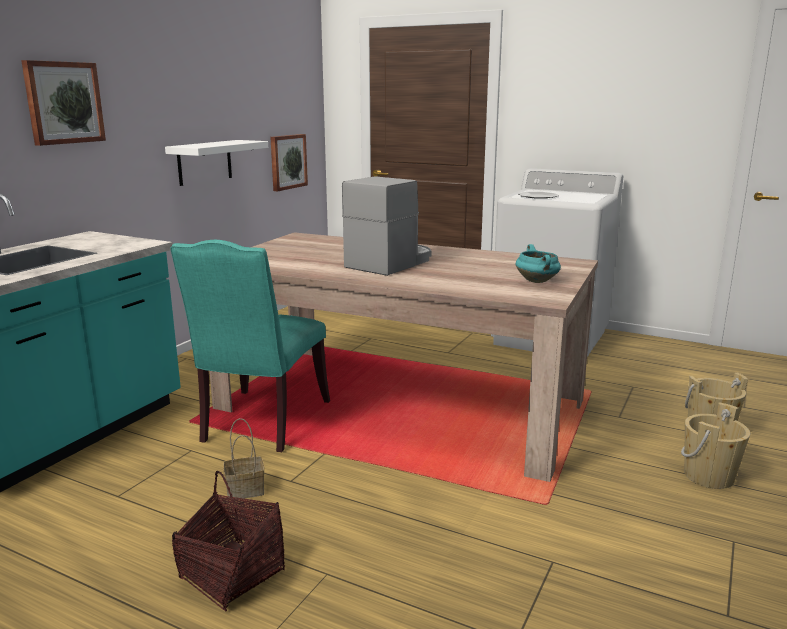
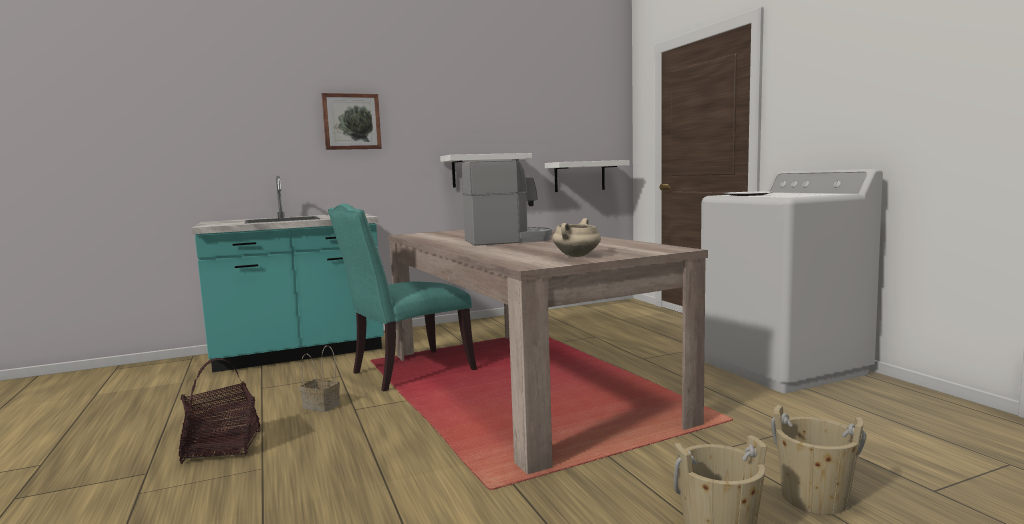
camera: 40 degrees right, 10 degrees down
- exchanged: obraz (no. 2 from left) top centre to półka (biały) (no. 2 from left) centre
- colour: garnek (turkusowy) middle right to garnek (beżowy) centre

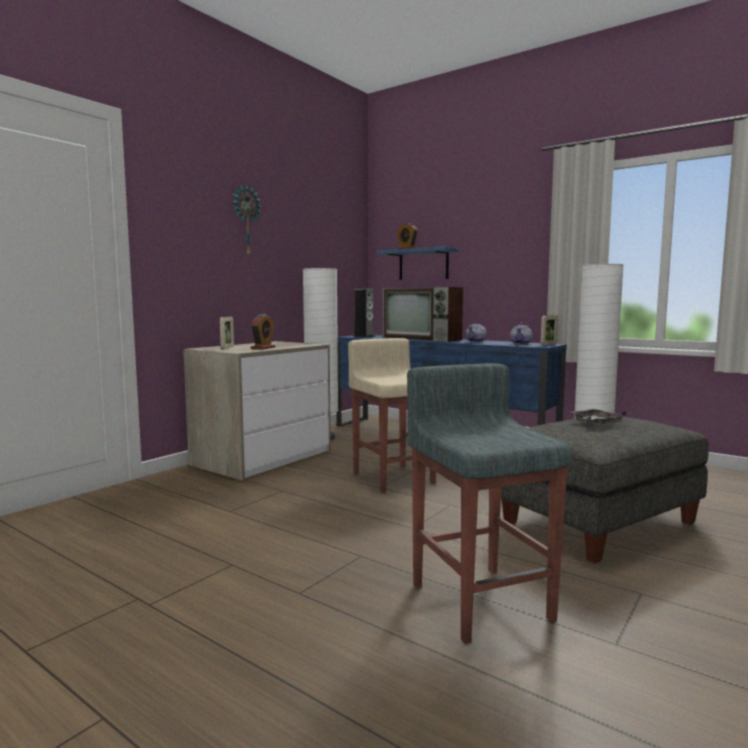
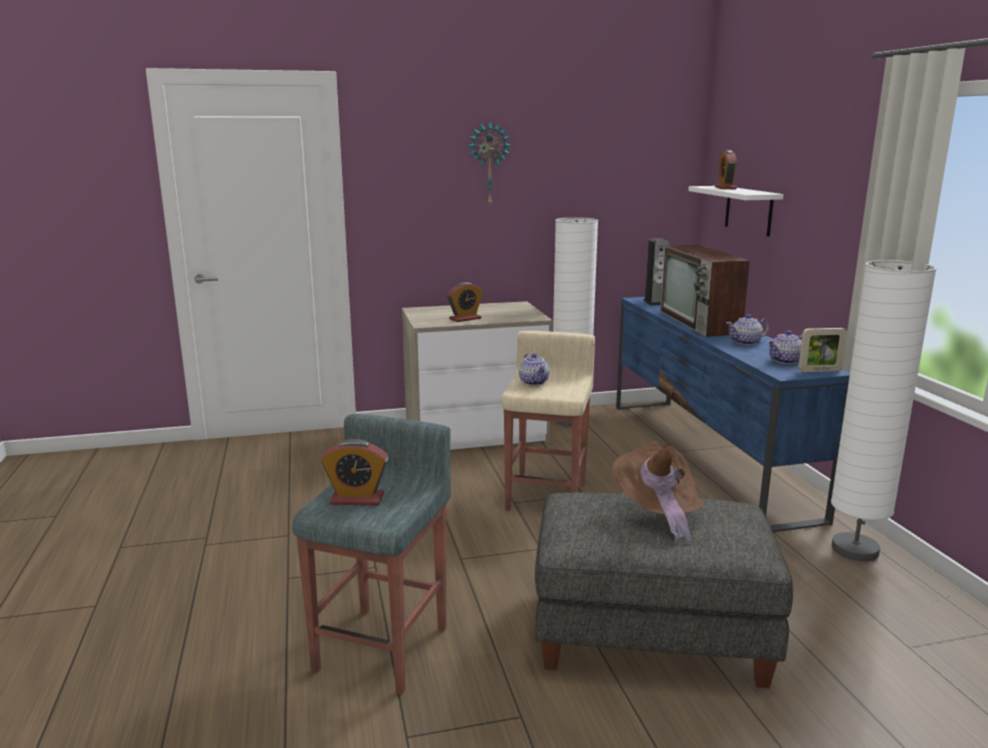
camera: 40 degrees right, 10 degrees up
- appeared: budzik (no. 1 from left) centre
- appeared: imbryk (no. 1 from left) centre
- exchanged: taca (szary) middle right to kapelusz (brązowy) centre
- colour: półka (niebieski) centre to półka (biały) top right
- missing: ramka na zdjęcie (no. 1 from left) middle left

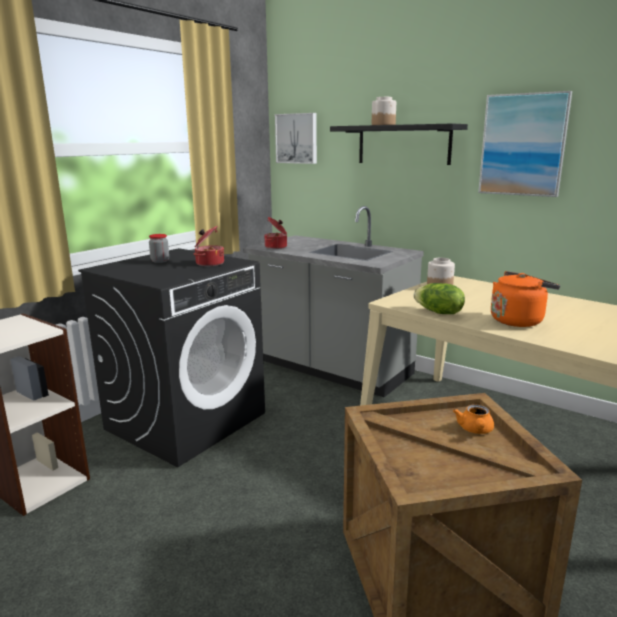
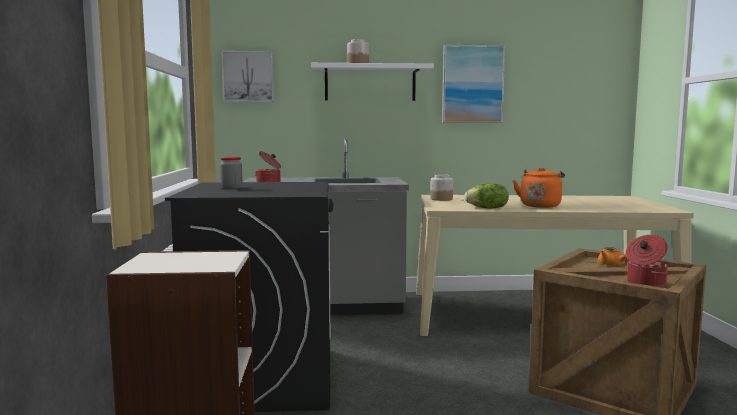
camera: 40 degrees left, 10 degrees down
- colour: półka (czarny) top centre to półka (biały) top centre
- relocated: garnek (no. 1 from left in the first image) centre to garnek (no. 2 from left) middle right

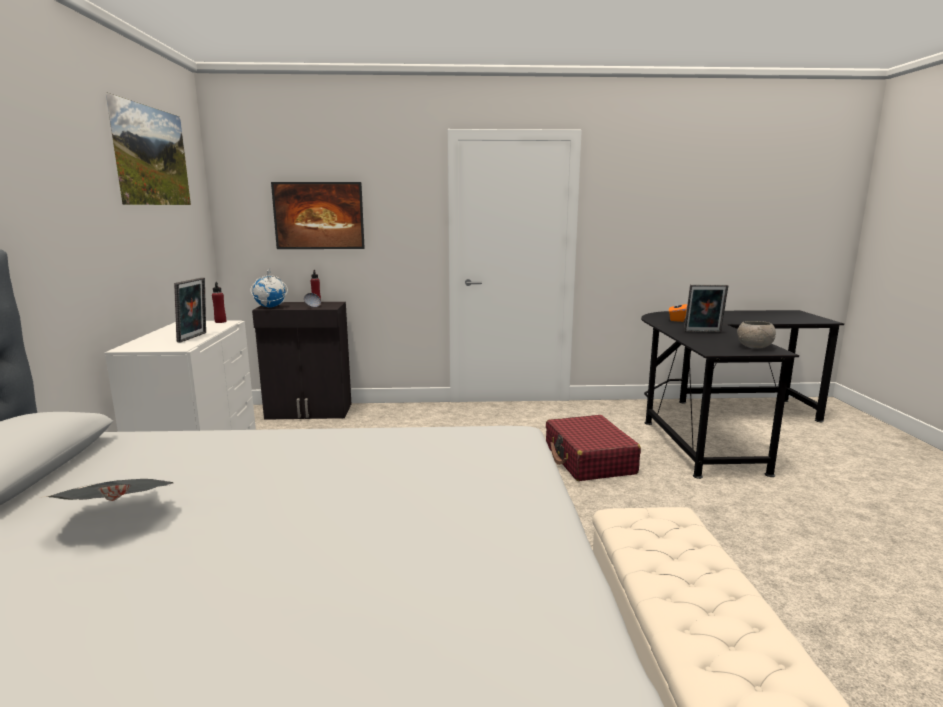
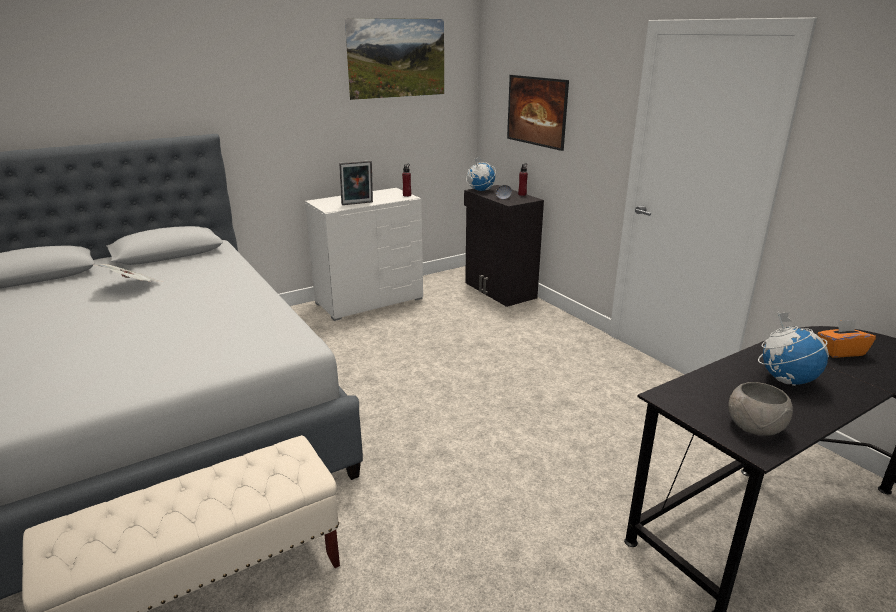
camera: 60 degrees right, 10 degrees up
- exchanged: ramka na zdjęcie (no. 2 from left) middle right to globus (no. 2 from left) middle right
- missing: walizka (czerwony) centre

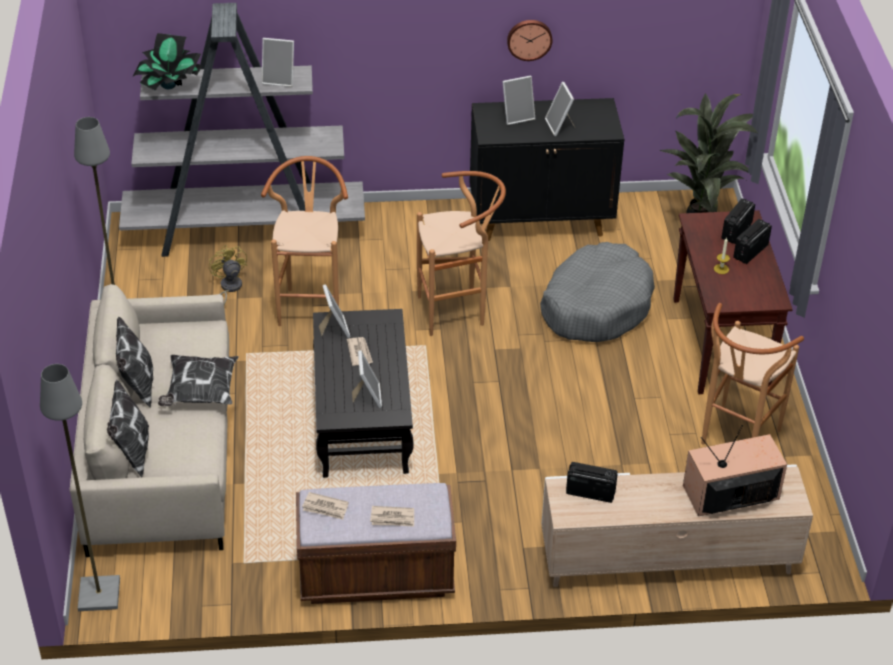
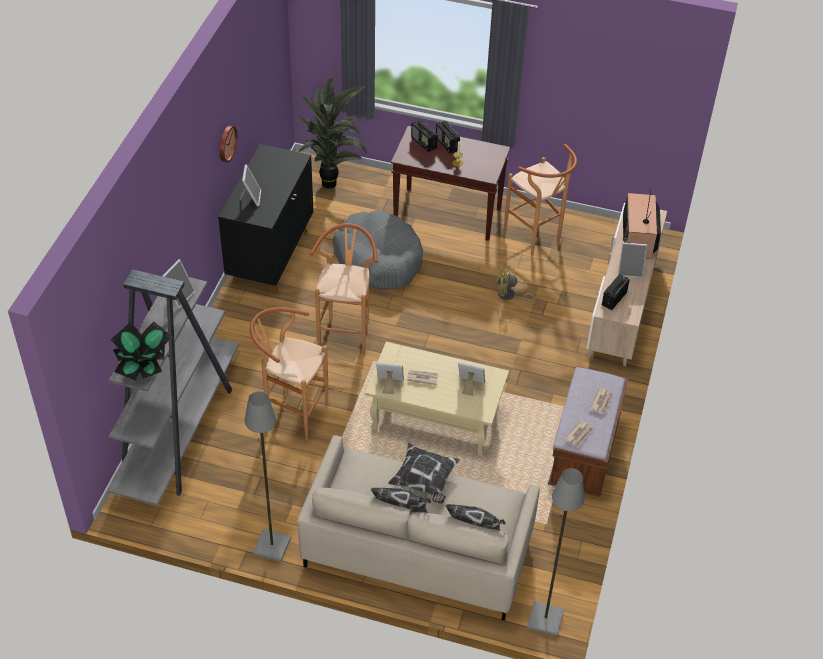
camera: 70 degrees left, 5 degrees up
- colour: ława (czarny) centre to ława (beżowy) centre
- relocated: wentylator (żółty) middle left to centre
- relocated: ramka na zdjęcie (no. 5 from left) top centre to middle right

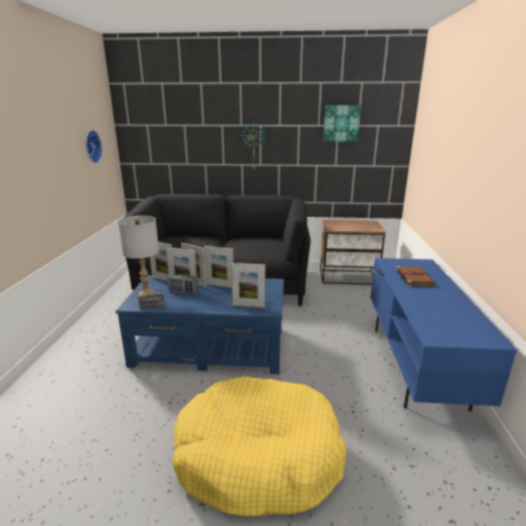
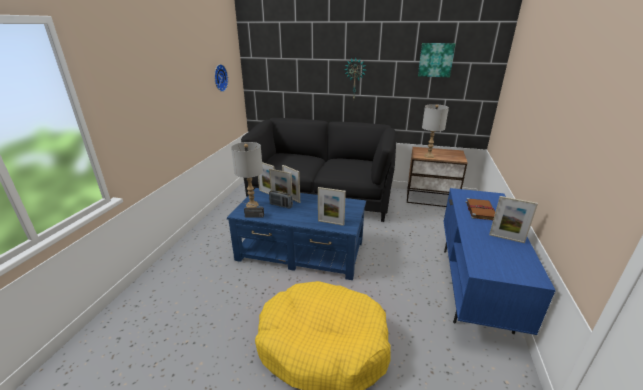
camera: 10 degrees right, 5 degrees up
- appeared: lampa stołowa (szary) (no. 2 from left) middle right
- relocated: ramka na zdjęcie (no. 4 from left in the first image) centre to ramka na zdjęcie (no. 5 from left) middle right

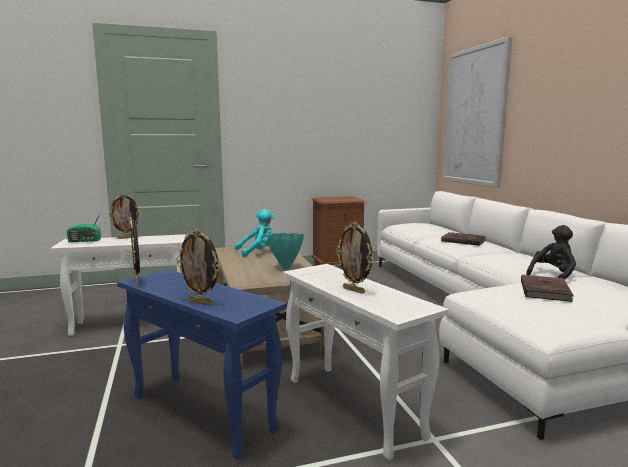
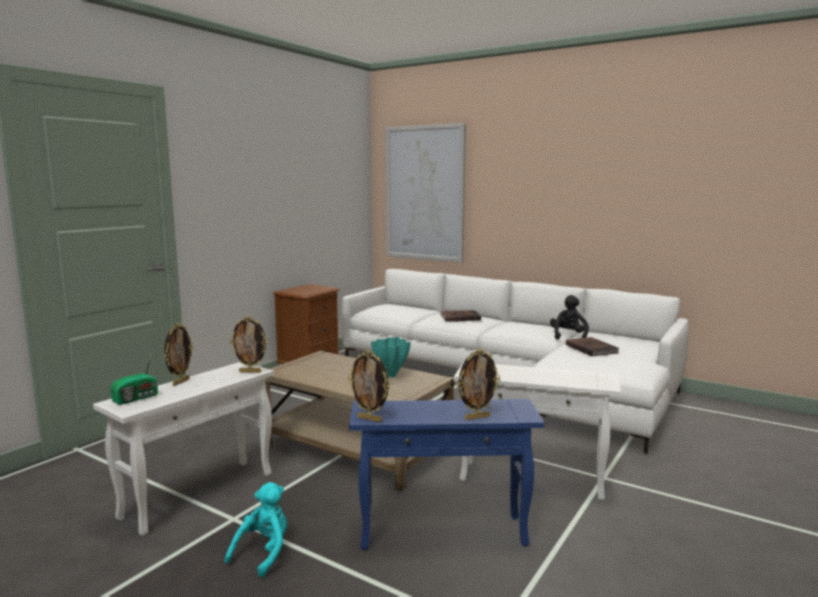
camera: 40 degrees left, 0 degrees up
- relocated: pluszak (turkusowy) centre to bottom left
- relocated: ramka na zdjęcie (no. 4 from left in the first image) centre to ramka na zdjęcie (no. 2 from left) middle left

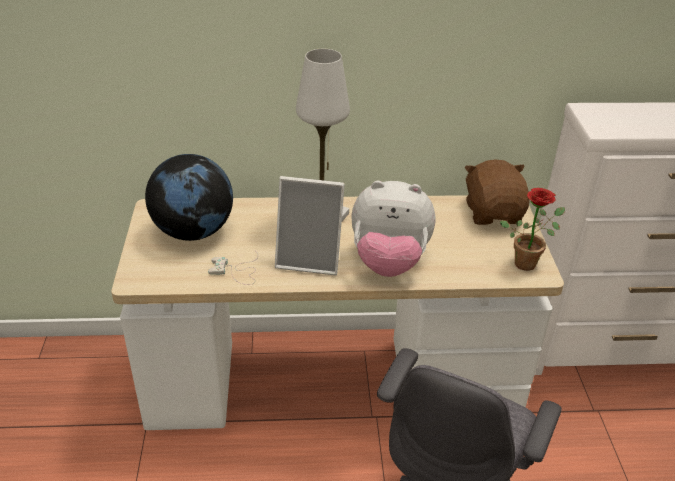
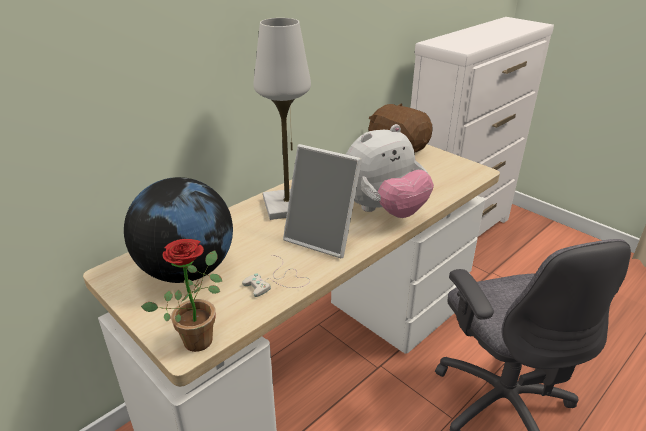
camera: 40 degrees left, 5 degrees down
- relocated: roślina doniczkowa middle right to bottom left
- spun: ramka na zdjęcie centre = centre 60 degrees clockwise

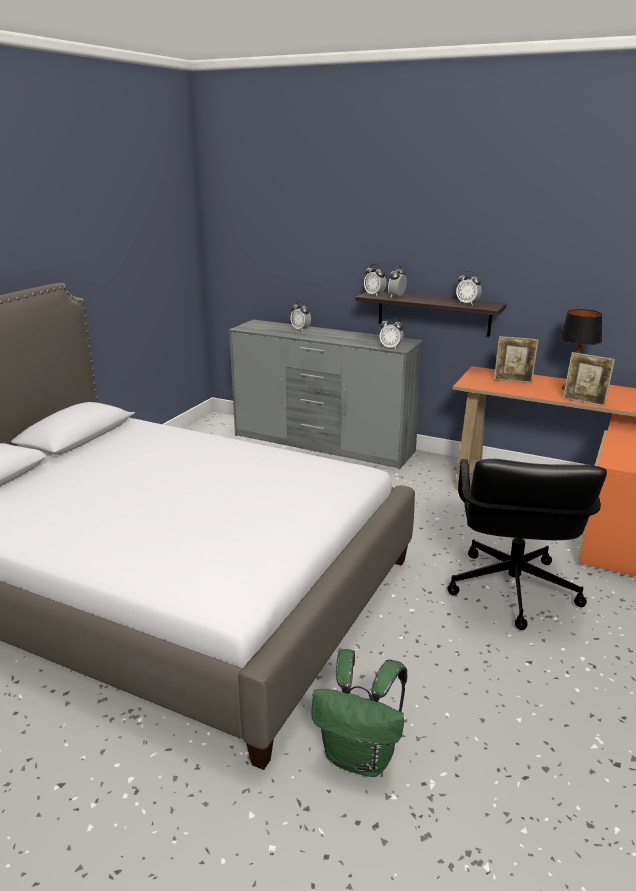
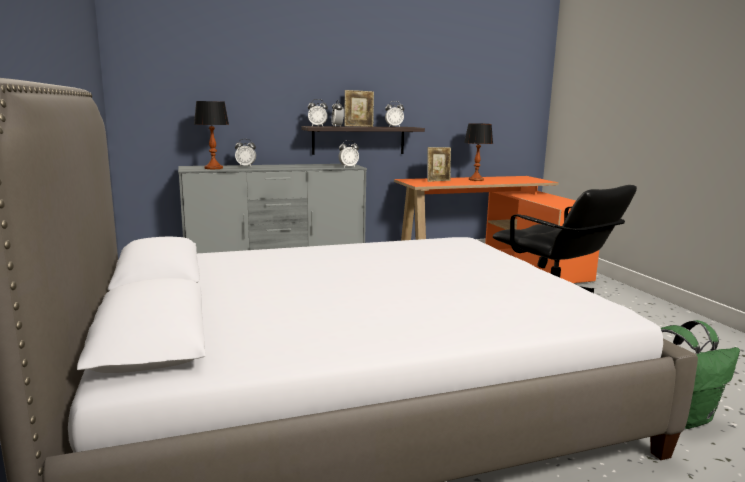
camera: 45 degrees left, 10 degrees down
- appeared: lampa stołowa (no. 1 from left) top left
- relocated: ramka na zdjęcie (no. 2 from left in the first image) middle right to ramka na zdjęcie (no. 1 from left) top centre

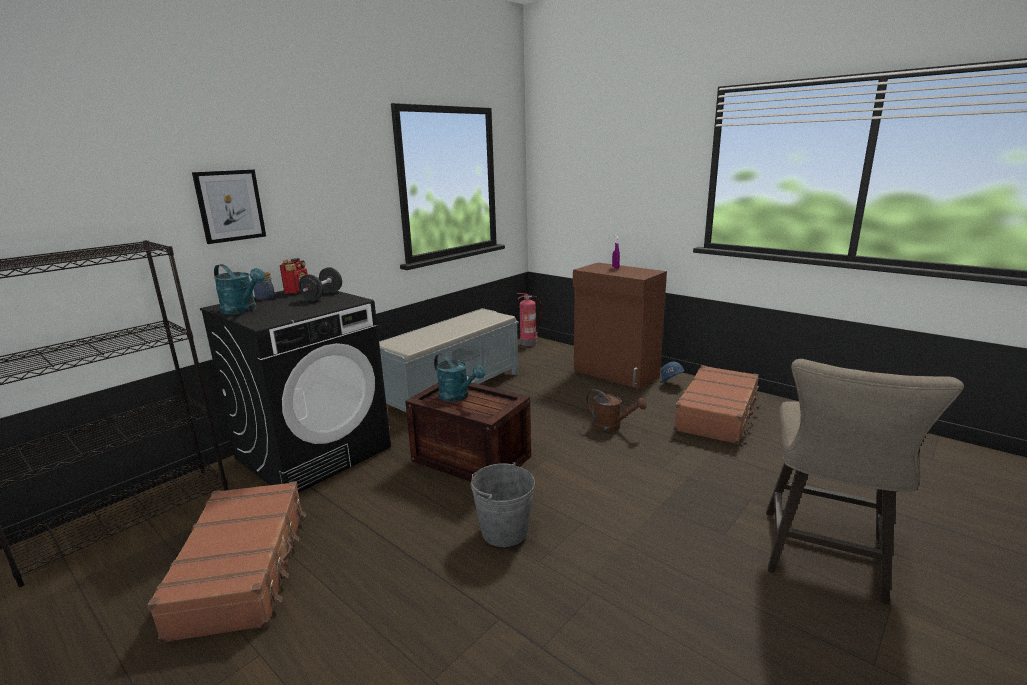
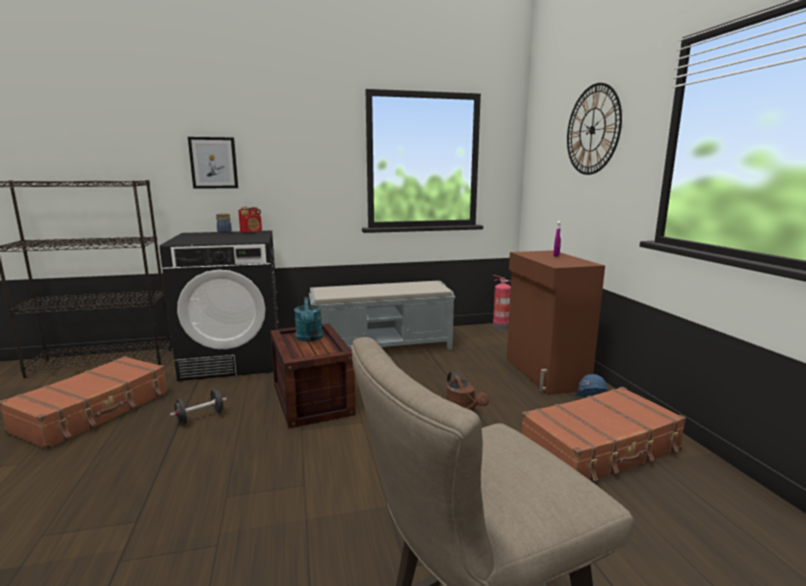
camera: 35 degrees right, 5 degrees down
- relocated: hantel (czarny) middle left to bottom left
- appeared: zegar ścienny top right
- missing: konewka (turkusowy) (no. 1 from left) middle left
- missing: wiadro (szary) bottom centre

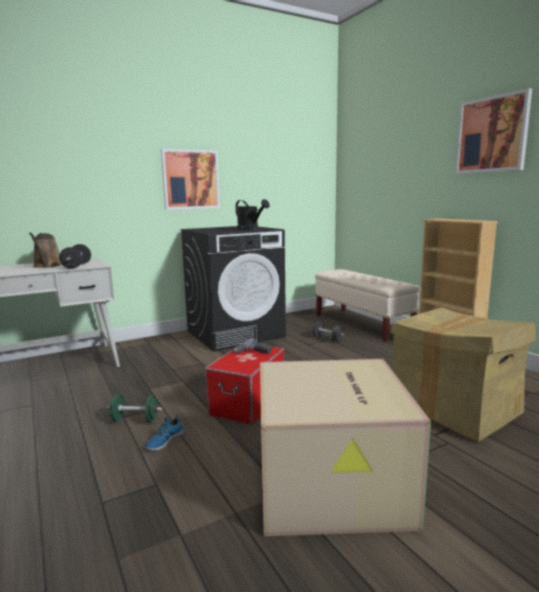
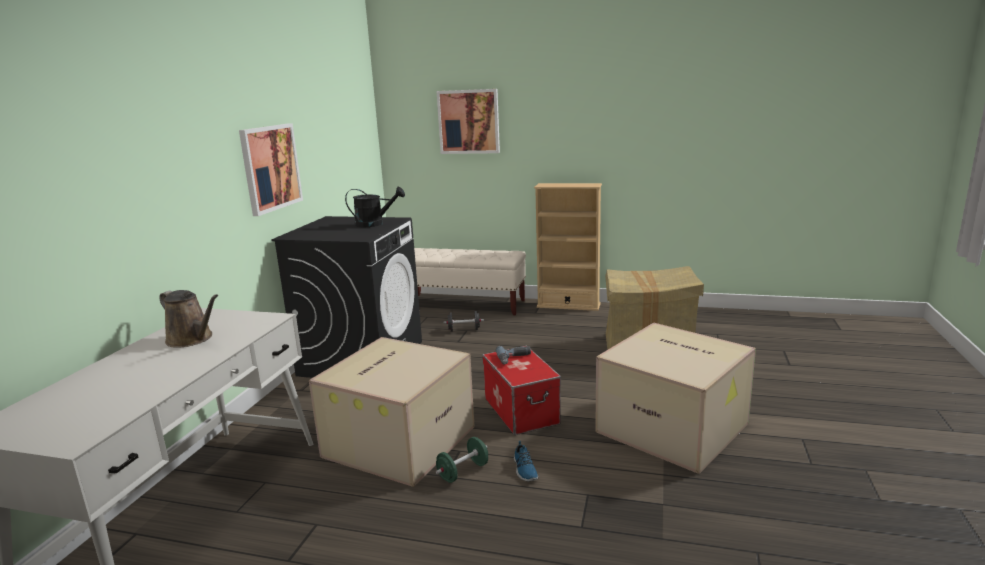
camera: 45 degrees left, 5 degrees up
- appeared: karton (no. 1 from left) bottom centre
- relocated: obraz (no. 2 from left) top right to top centre
- missing: hantel (czarny) (no. 1 from left) middle left

